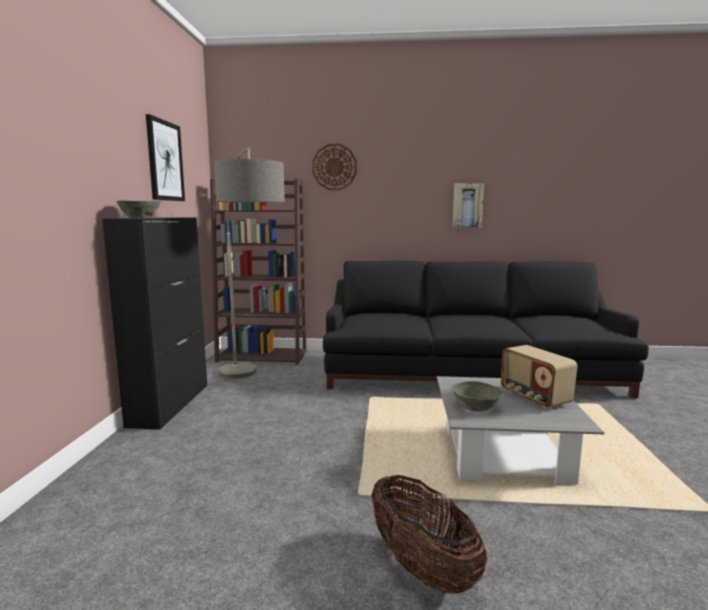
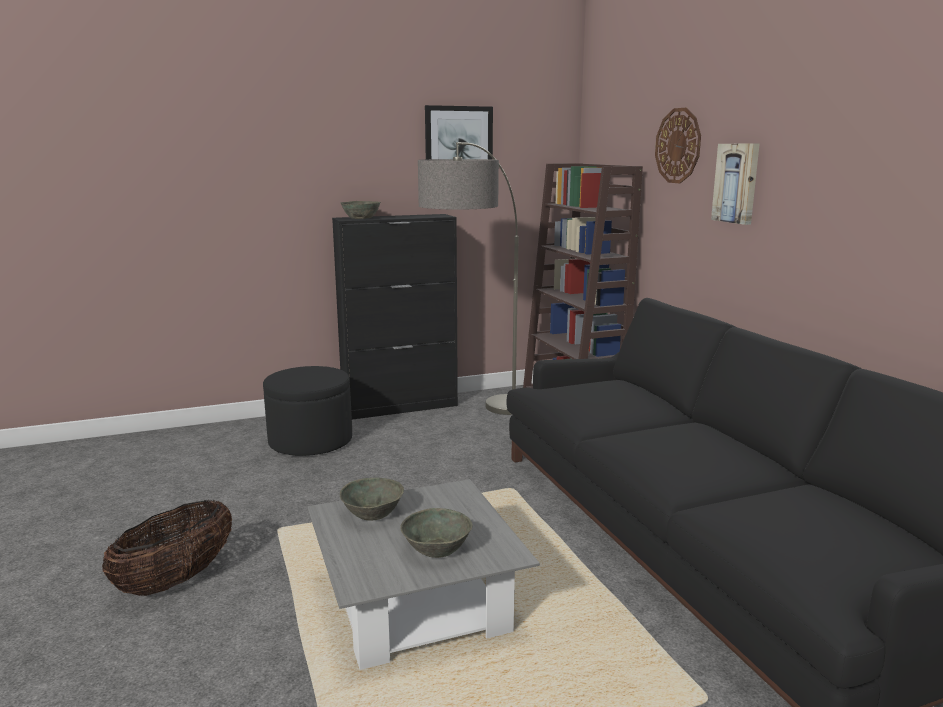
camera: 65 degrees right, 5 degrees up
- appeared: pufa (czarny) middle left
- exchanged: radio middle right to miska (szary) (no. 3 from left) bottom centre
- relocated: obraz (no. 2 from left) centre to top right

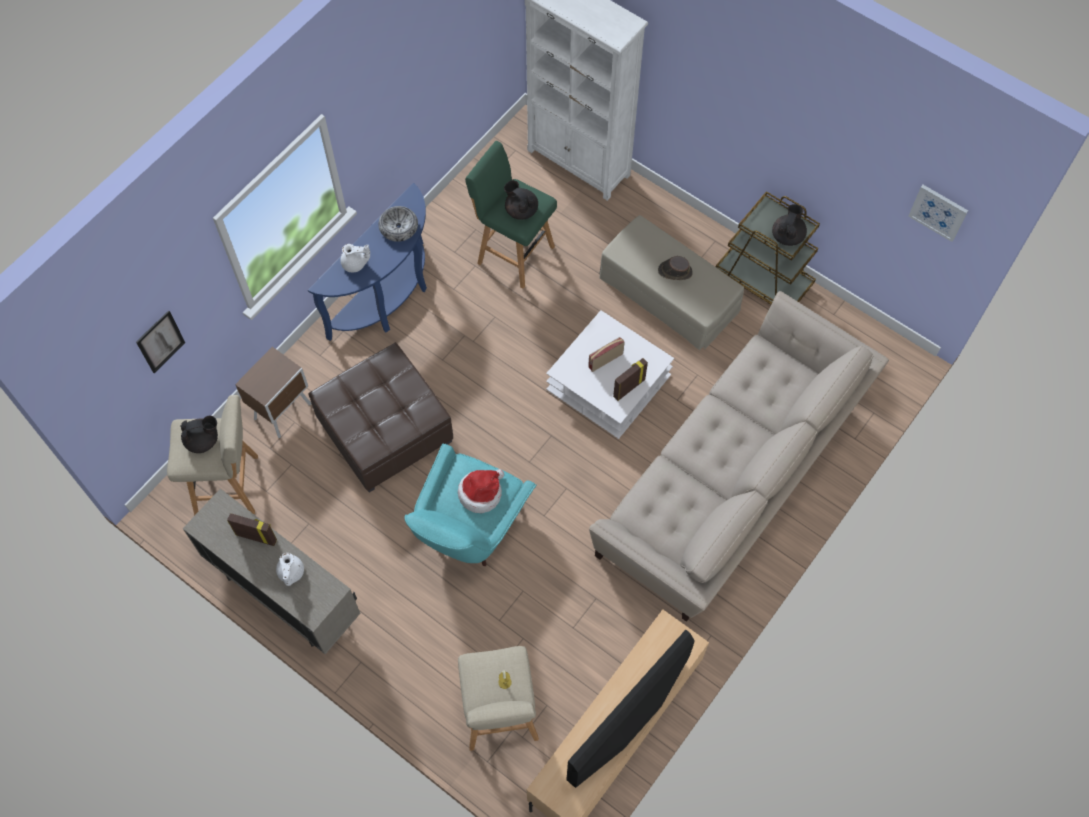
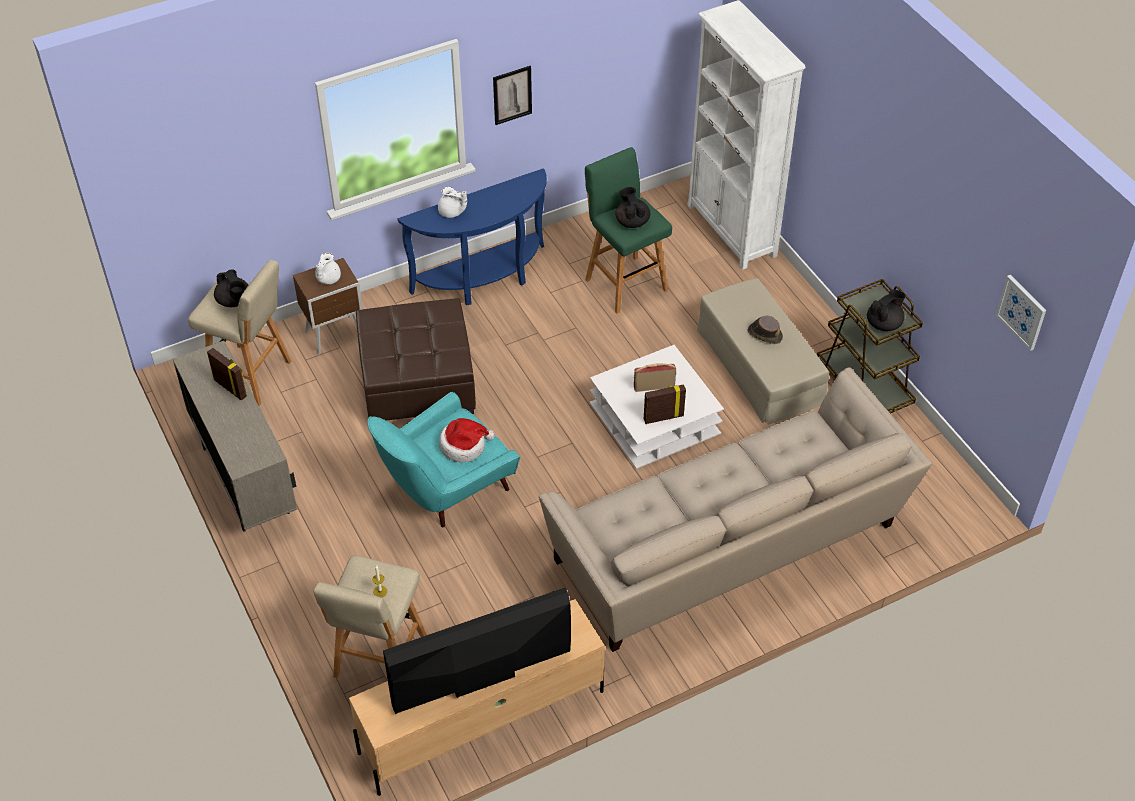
camera: 25 degrees right, 15 degrees down
- spun: imbryk (czarny) (no. 1 from left) middle left = middle left 45 degrees clockwise
- relocated: imbryk (biały) (no. 1 from left) bottom left to middle left
- relocated: obraz (no. 1 from left) middle left to top centre
- missing: miska top centre

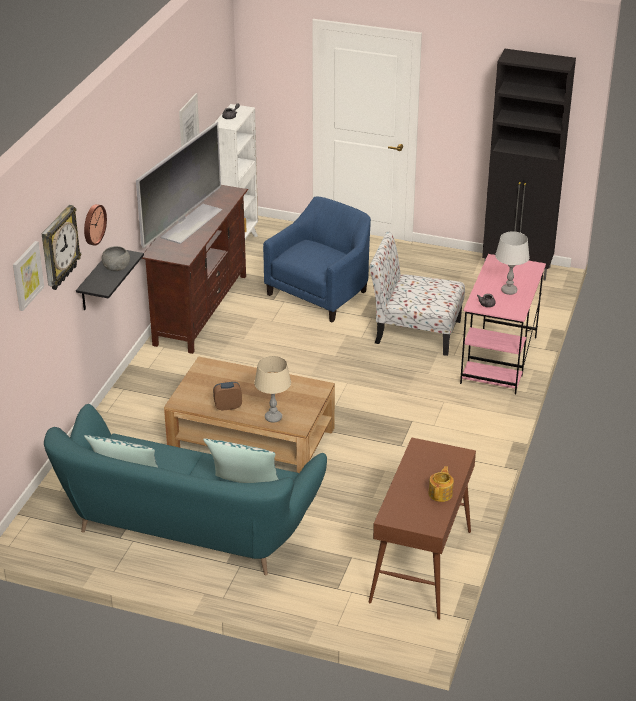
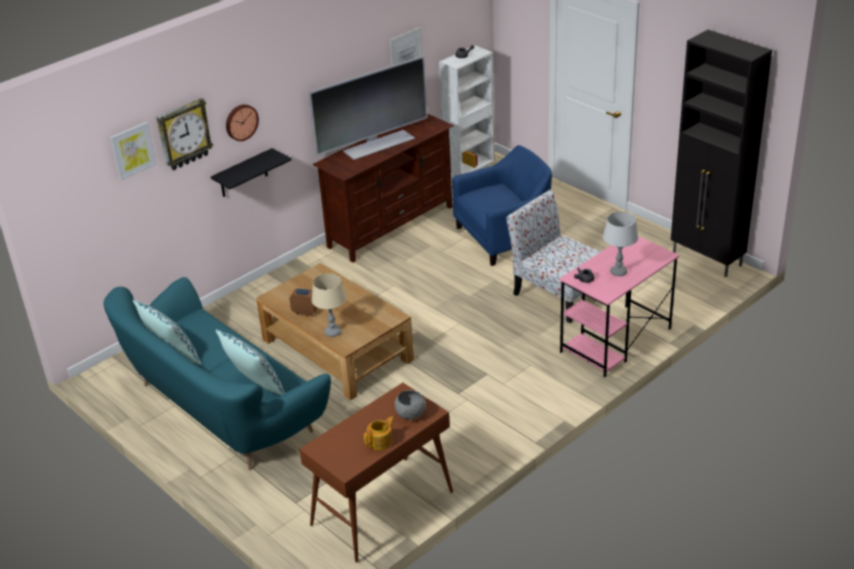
camera: 30 degrees right, 0 degrees up
- relocated: miska (szary) middle left to bottom centre

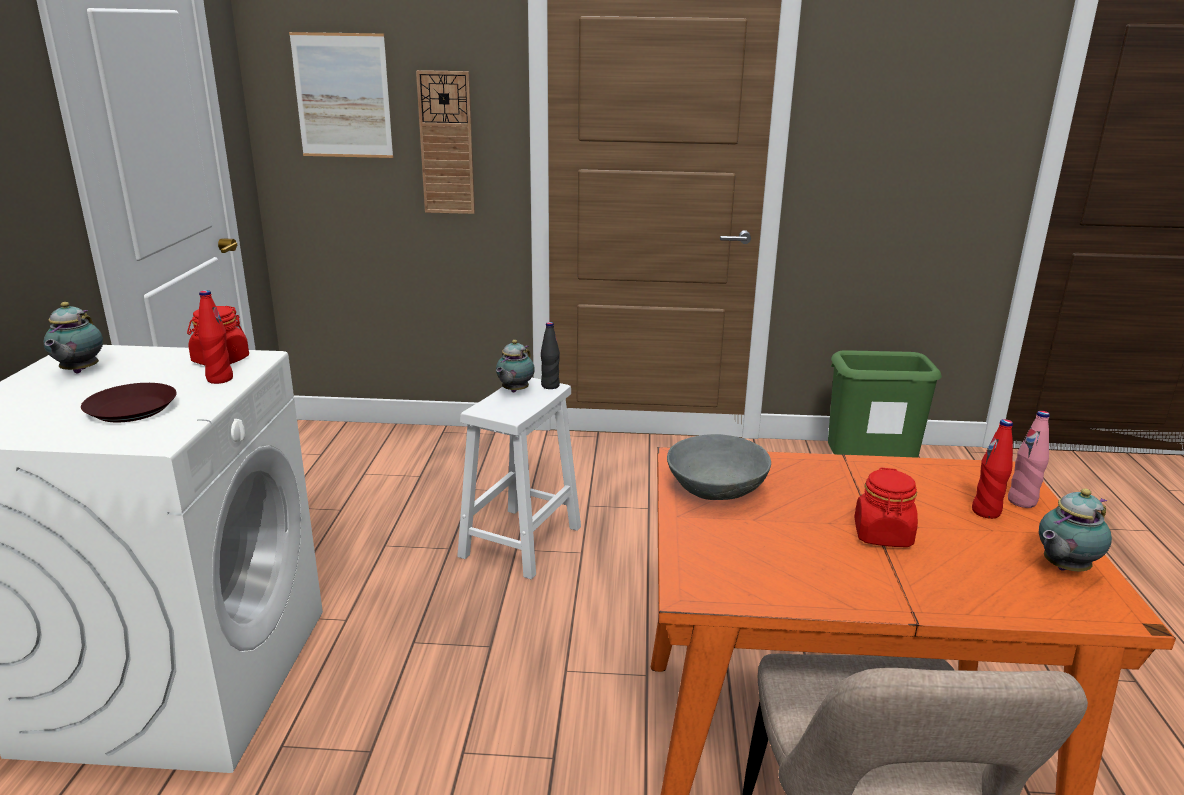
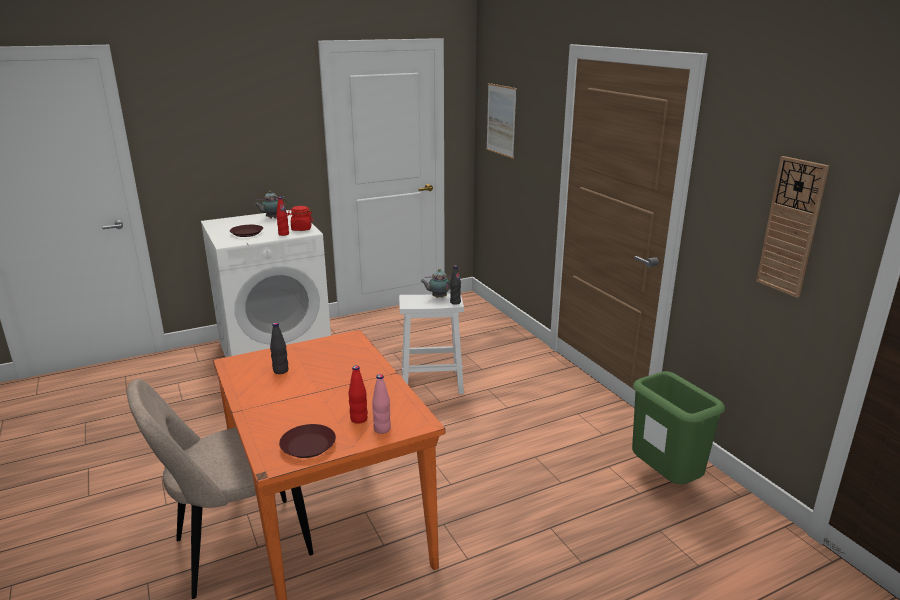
camera: 60 degrees right, 0 degrees up
- appeared: butelka (czarny) (no. 1 from left) middle left
- exchanged: imbryk (no. 3 from left) middle right to talerz (brązowy) (no. 2 from left) bottom centre
- relocated: zegar ścienny top centre to middle right
- missing: miska (szary) centre
- missing: słoik (czerwony) (no. 2 from left) middle right

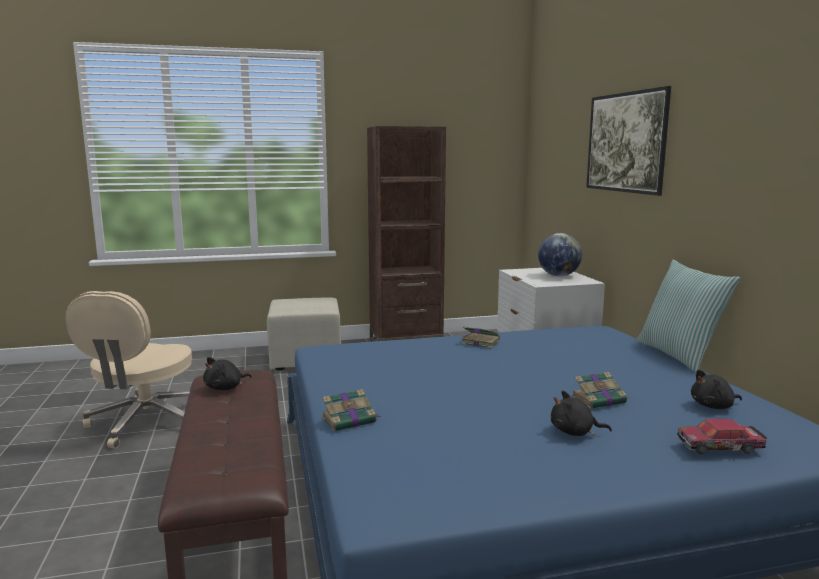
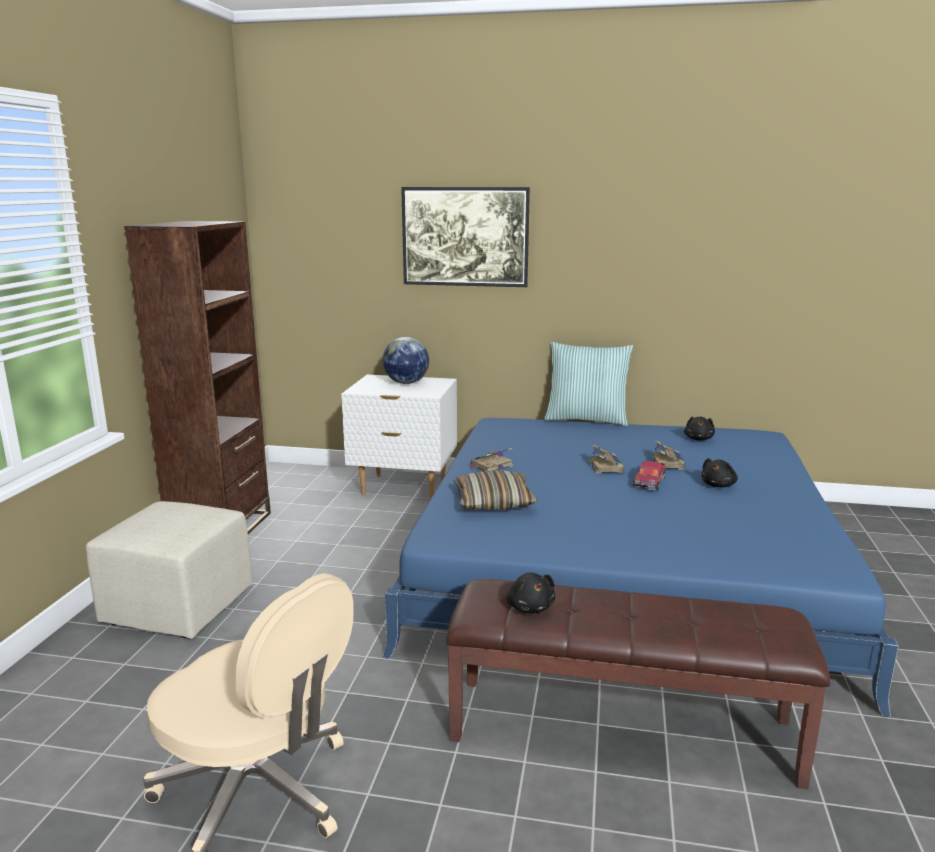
camera: 65 degrees left, 5 degrees up
- appeared: poduszka (no. 1 from left) centre
- relocated: książka (no. 1 from left in the first image) bottom centre to książka (no. 2 from left) centre
- relocated: samochodzik bottom right to middle right

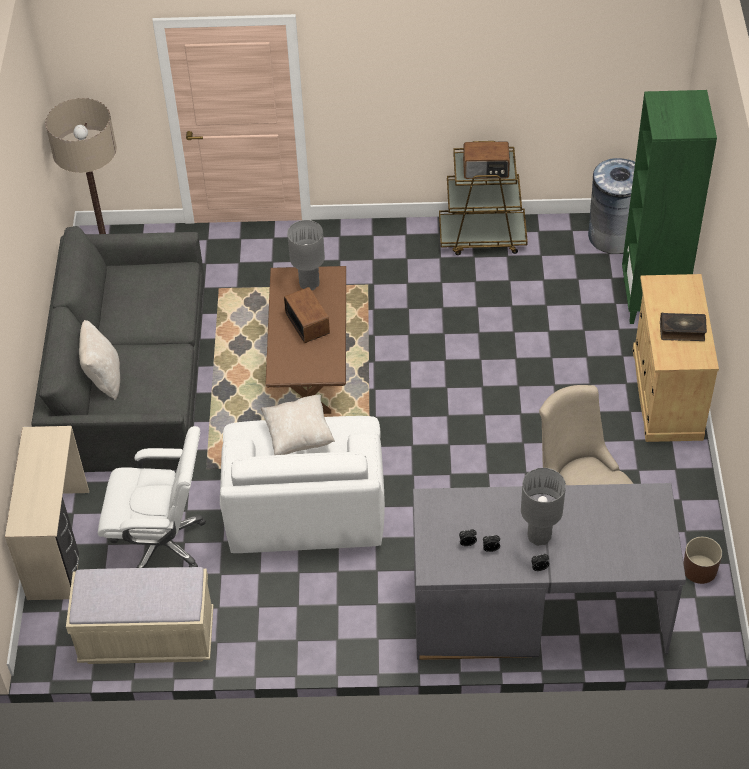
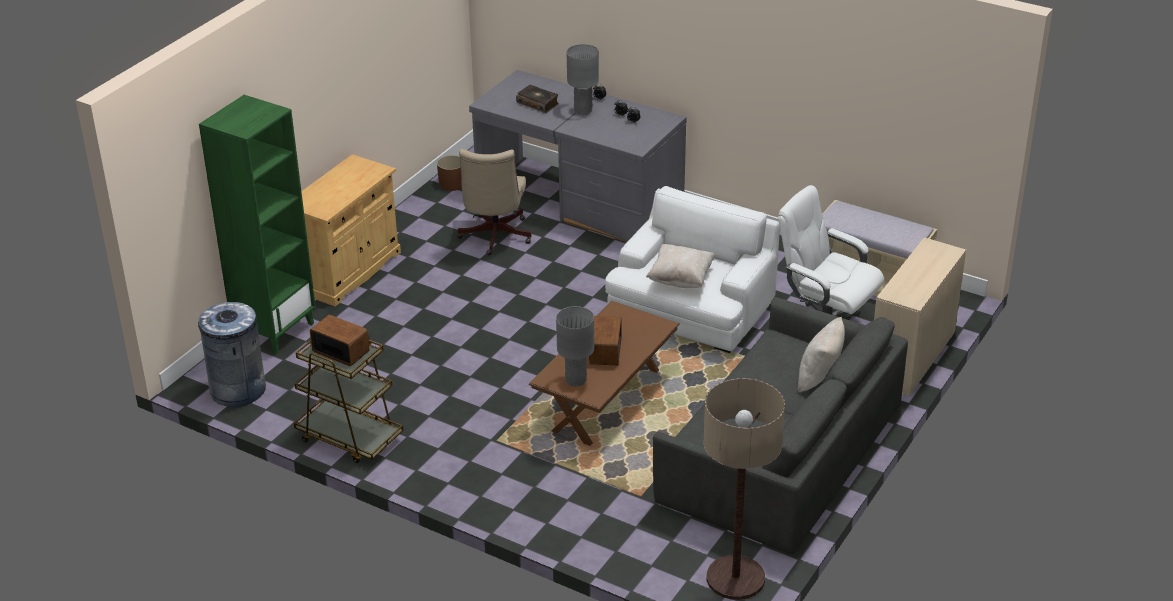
camera: 150 degrees left, 15 degrees down
- relocated: książka middle right to top centre

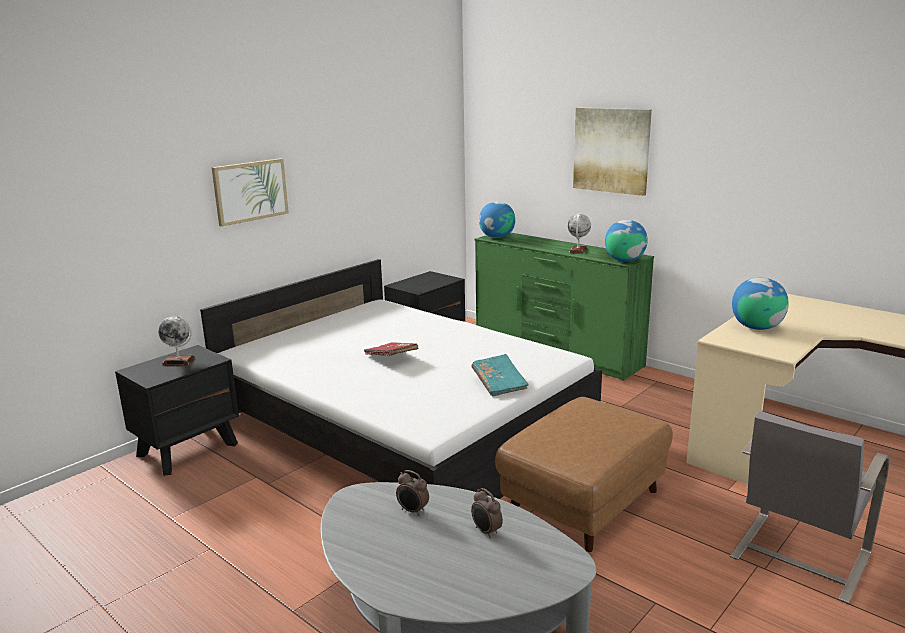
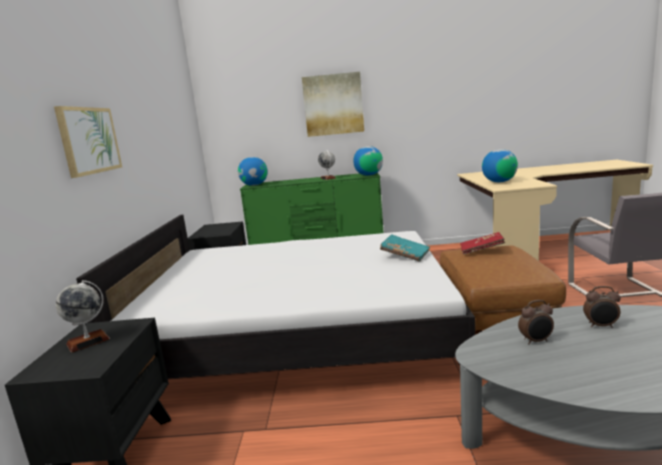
camera: 40 degrees left, 5 degrees down
- relocated: książka (czerwony) centre to middle right

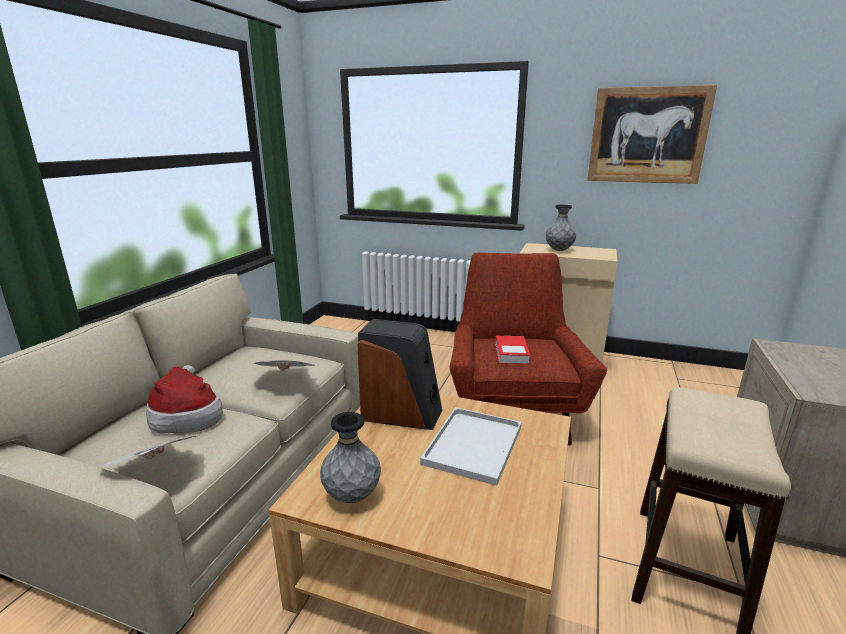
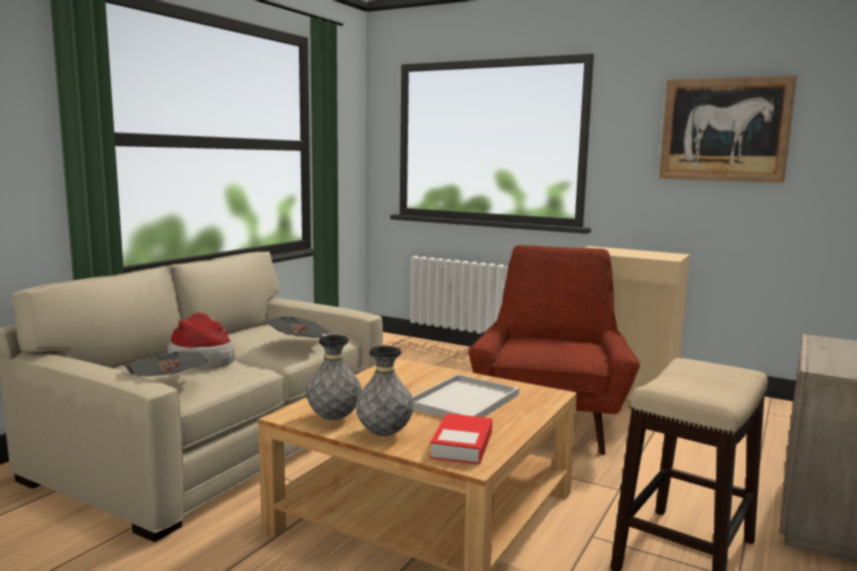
camera: 10 degrees right, 10 degrees down
- relocated: wazon (szary) (no. 2 from left) centre to bottom centre
- relocated: książka centre to bottom centre
- missing: głośnik centre

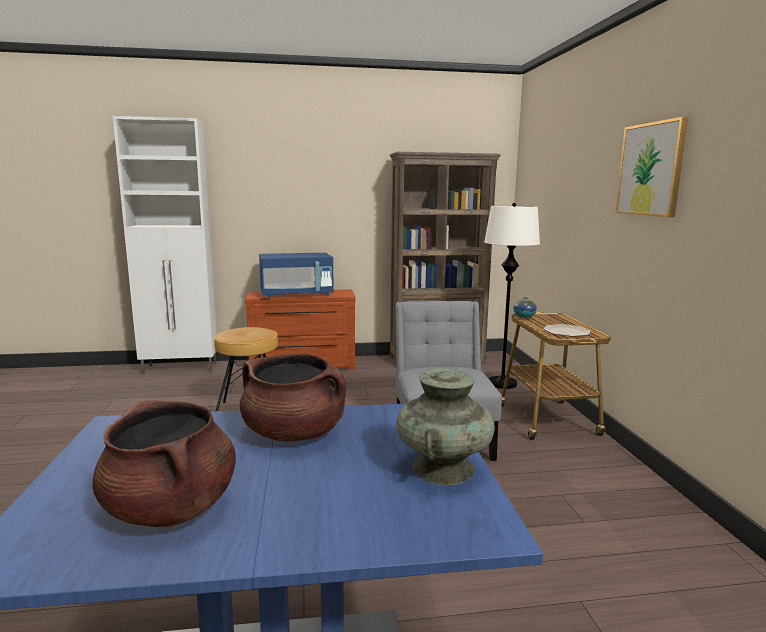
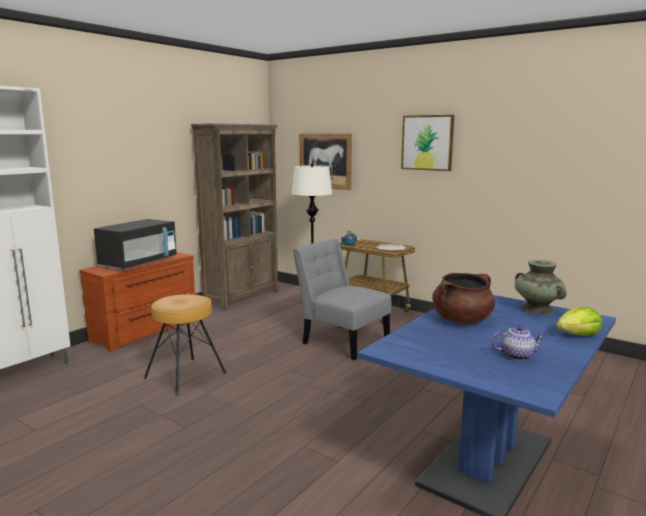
camera: 45 degrees left, 0 degrees up
- colour: mikrofalówka (niebieski) centre to mikrofalówka (czarny) middle left
- appeared: obraz (no. 1 from left) top centre
- exchanged: garnek (brązowy) (no. 1 from left) bottom left to imbryk middle right
- appeared: sałata middle right

